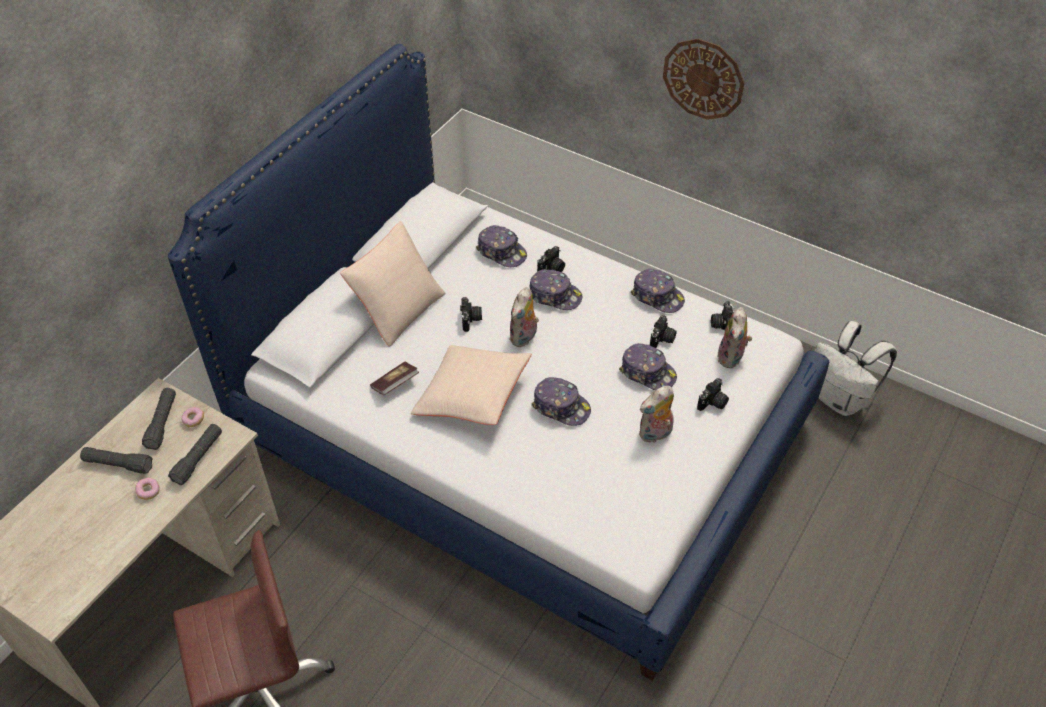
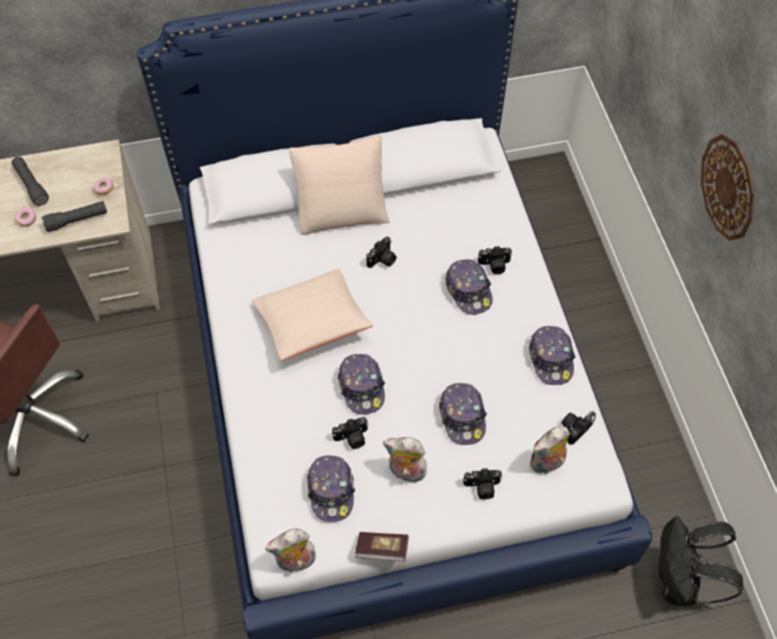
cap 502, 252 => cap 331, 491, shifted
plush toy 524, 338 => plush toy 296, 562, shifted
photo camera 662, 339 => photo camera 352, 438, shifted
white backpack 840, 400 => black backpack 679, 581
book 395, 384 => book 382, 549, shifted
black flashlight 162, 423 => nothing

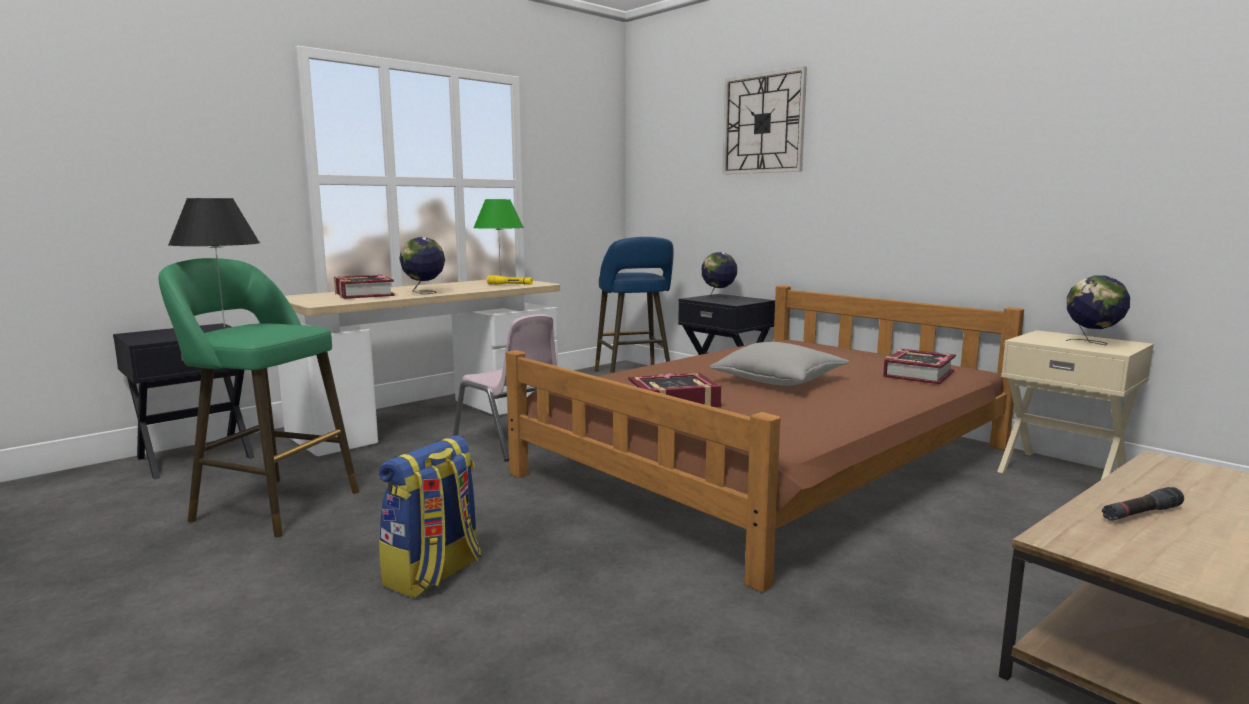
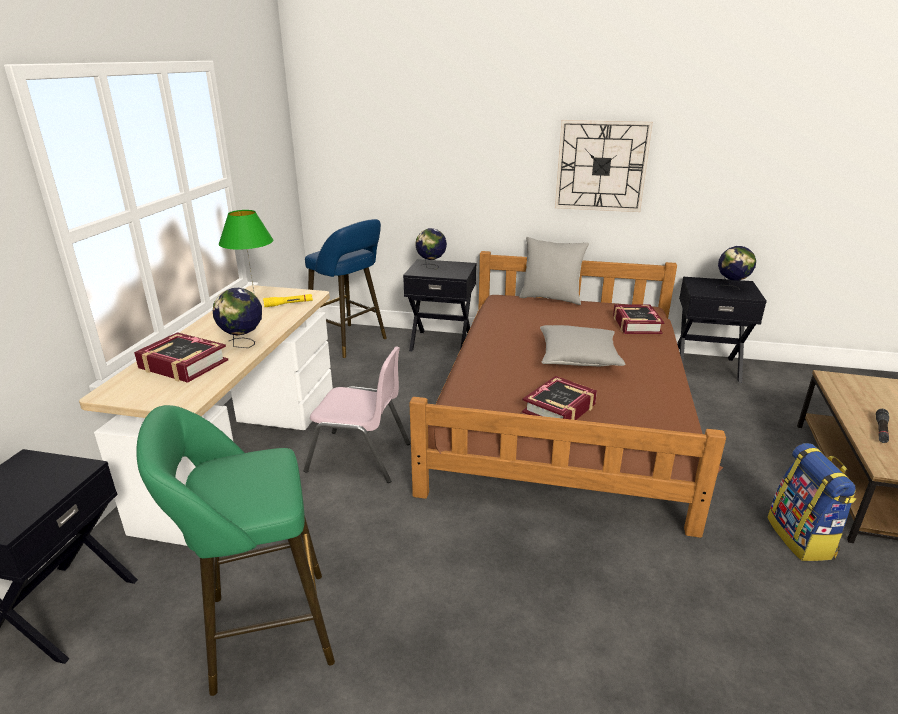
wall clock 763, 123 => wall clock 601, 166, shifted
black table lamp 224, 327 => nothing
beige nightstand 1062, 473 => black nightstand 705, 366
backpack 434, 574 => backpack 801, 538, shifted
nothing => grey pillow 551, 298

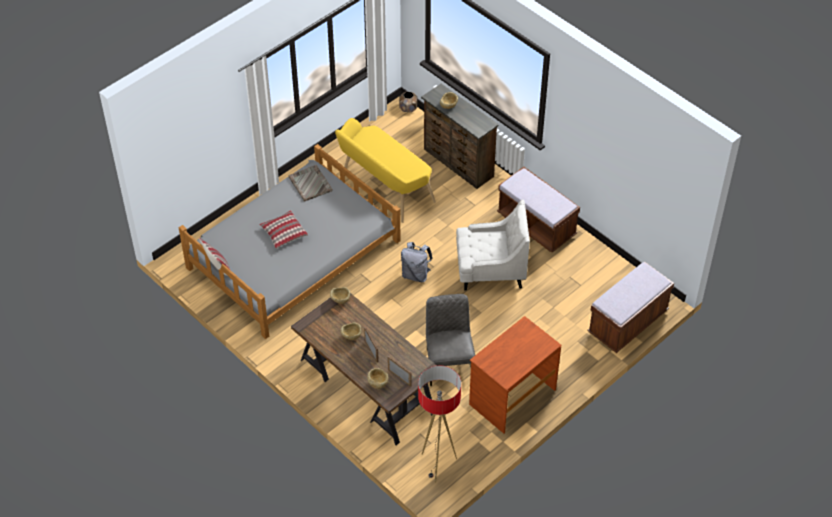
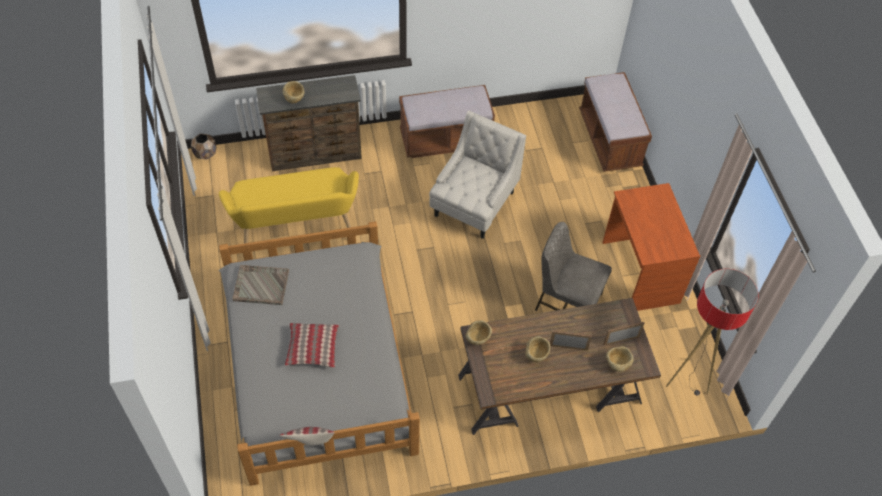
grey backpack 416, 274 => nothing

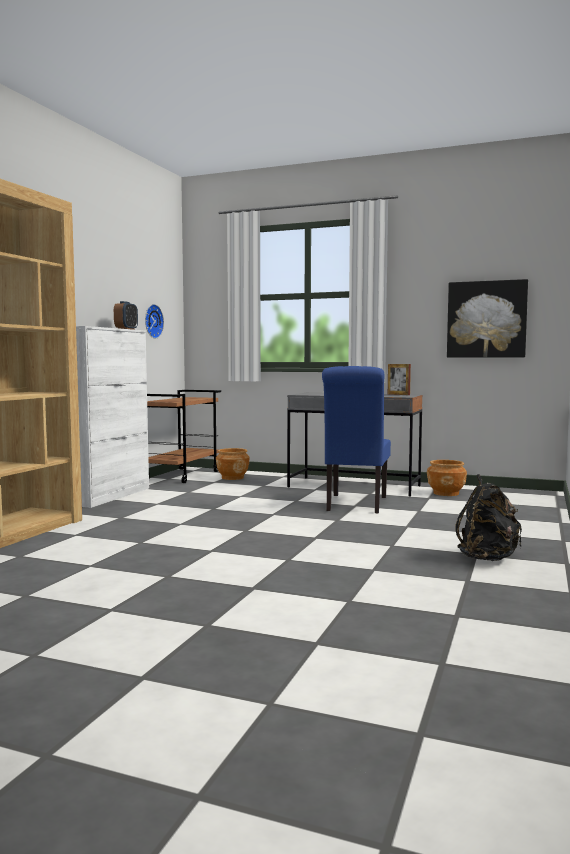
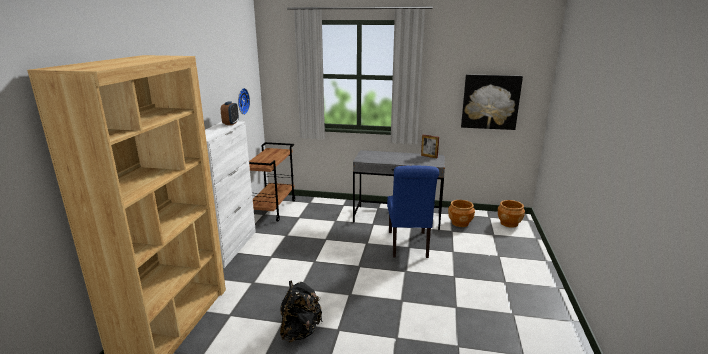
brown planter 232, 477 => brown planter 508, 223, shifted
black backpack 487, 558 => black backpack 300, 331, shifted

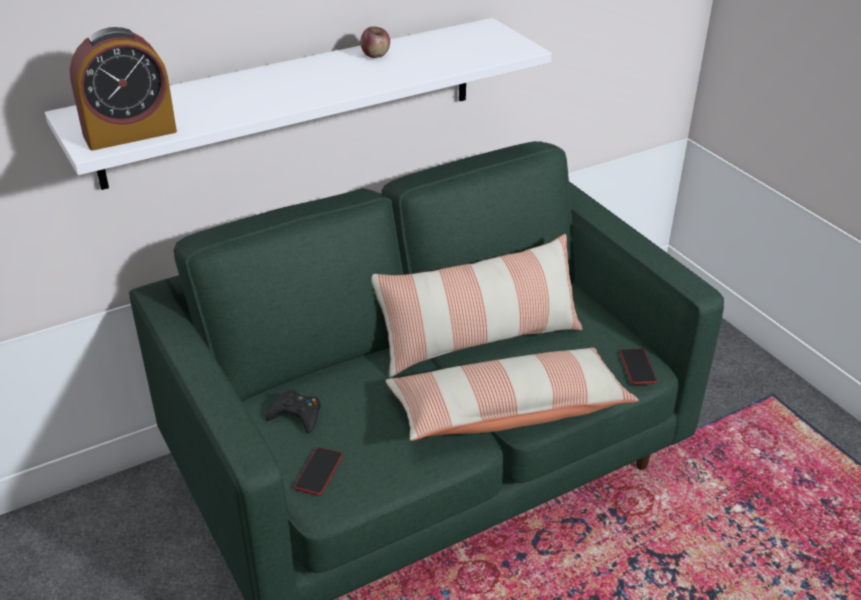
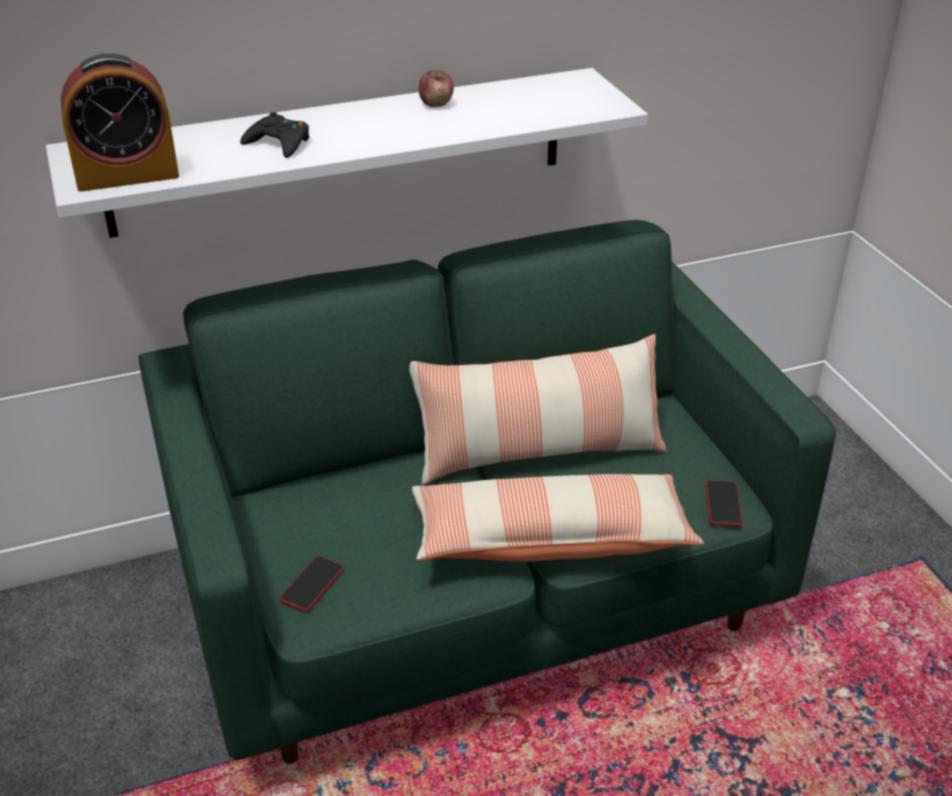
black game controller 296, 415 => black game controller 279, 143, shifted

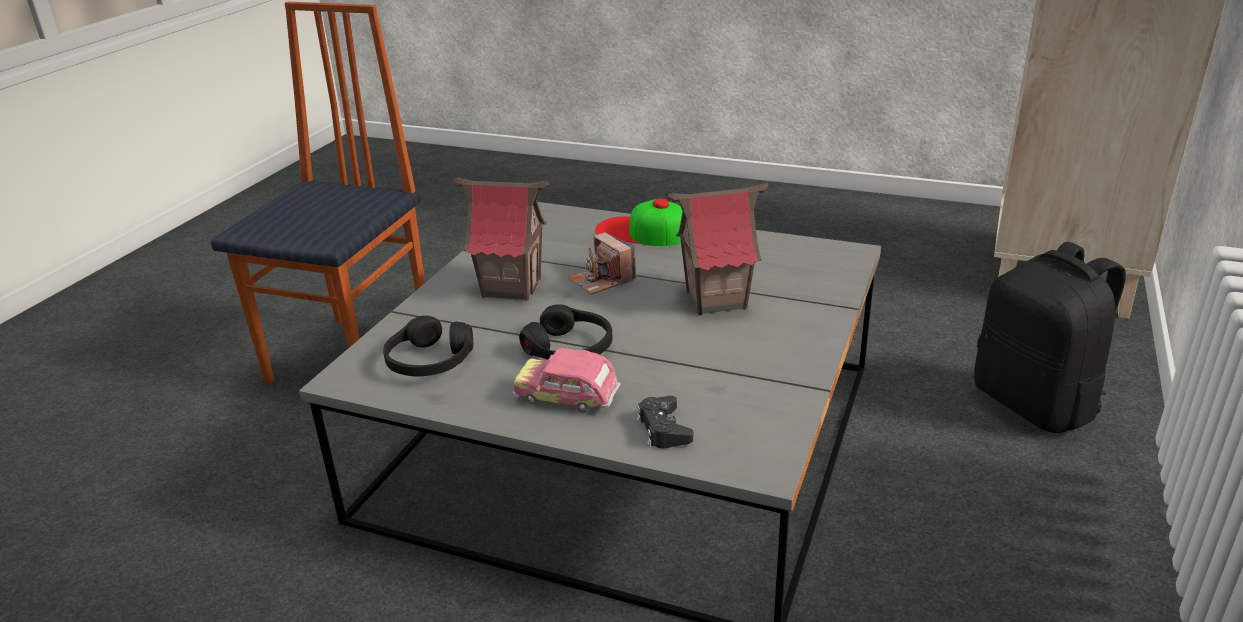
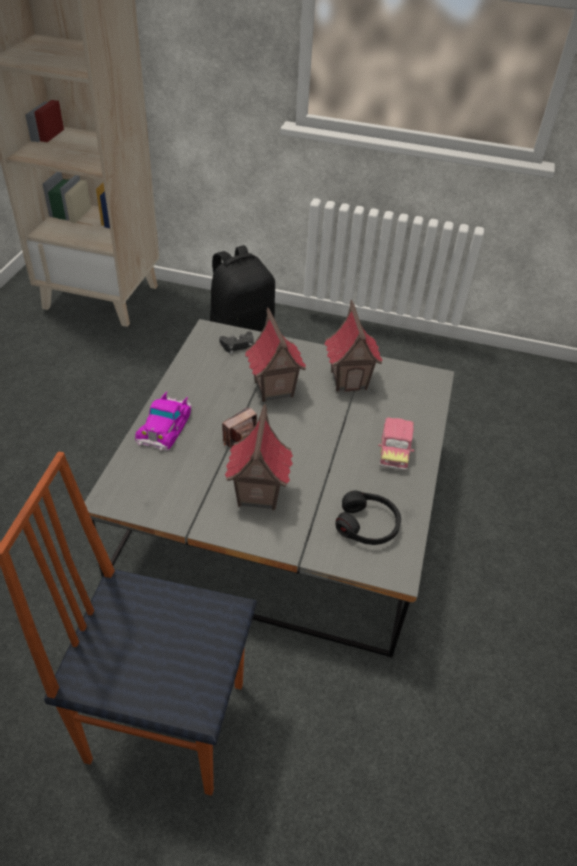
cap 642, 231 => toy car 165, 425
black headphones 570, 348 => nothing
black game controller 663, 429 => black game controller 238, 345, shifted
nothing => toy house 349, 380

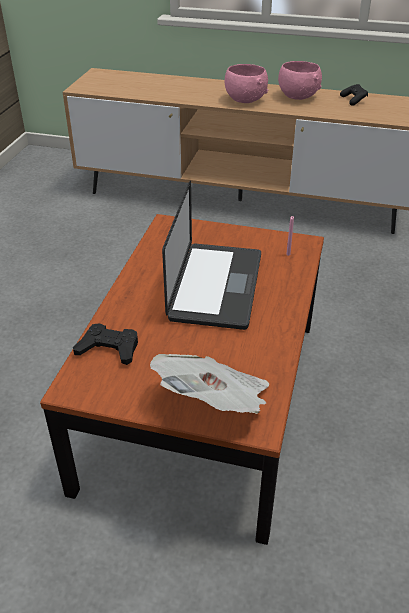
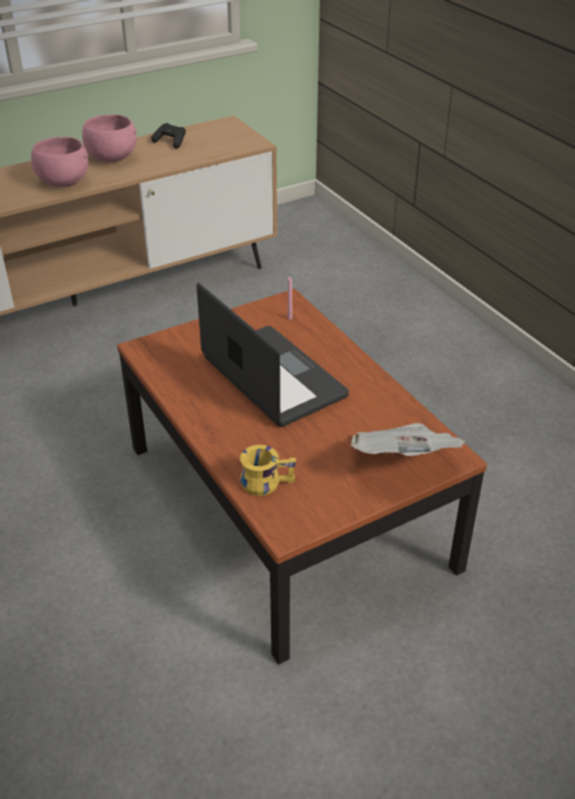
black game controller 109, 348 => yellow mug 266, 480

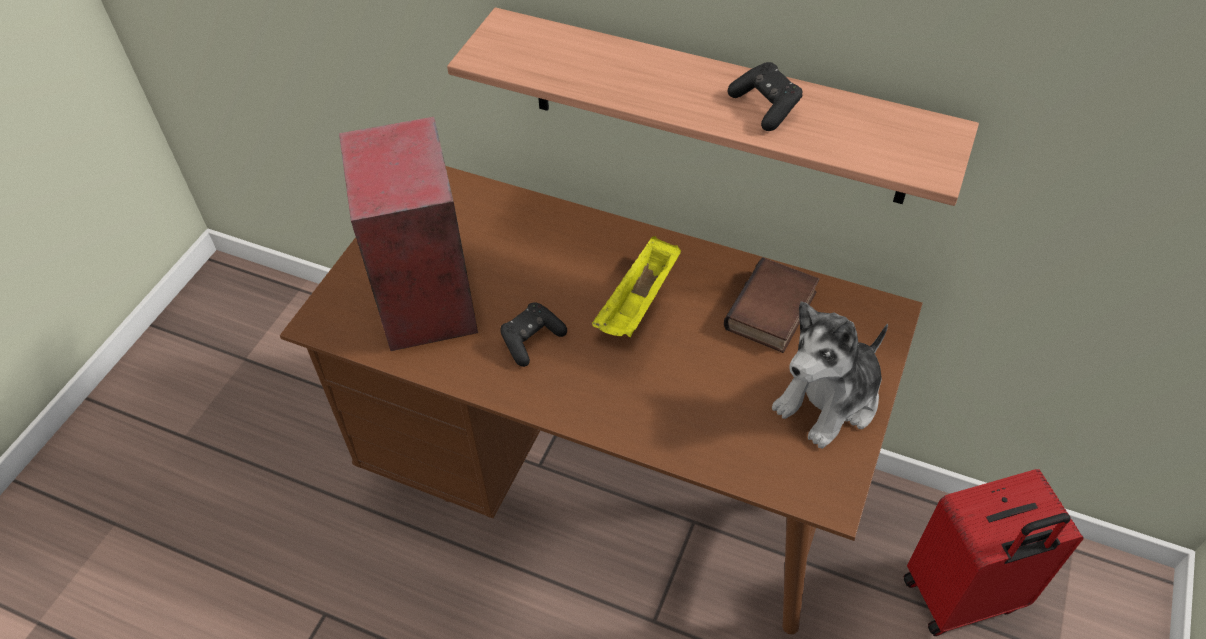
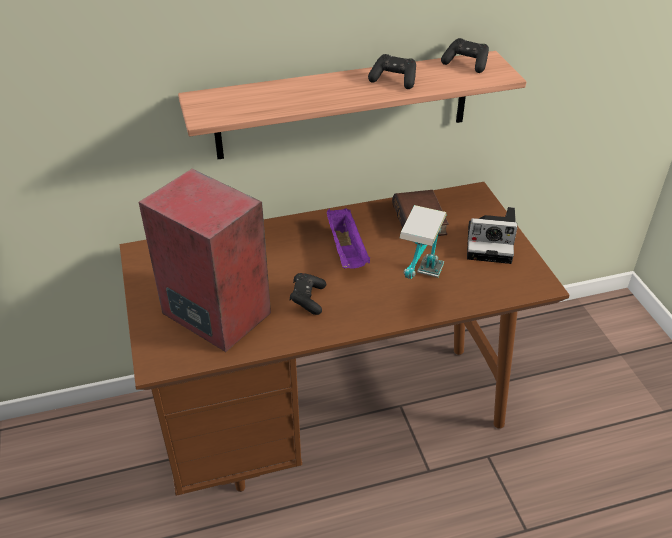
yellow tray 638, 303 => purple tray 347, 251
plush toy 829, 400 => photo camera 492, 244
red suitcase 963, 597 => nothing
nothing => black game controller 466, 64
nothing => table lamp 420, 291

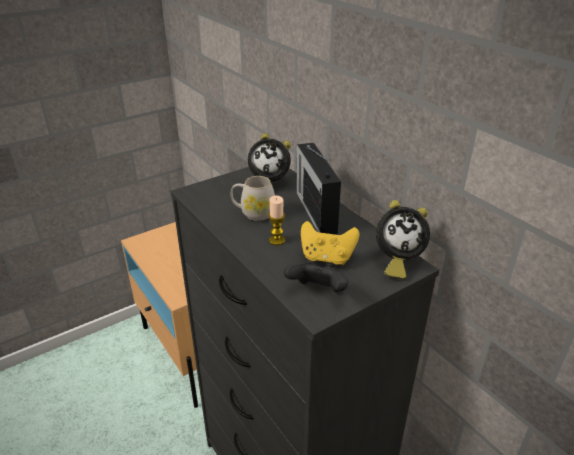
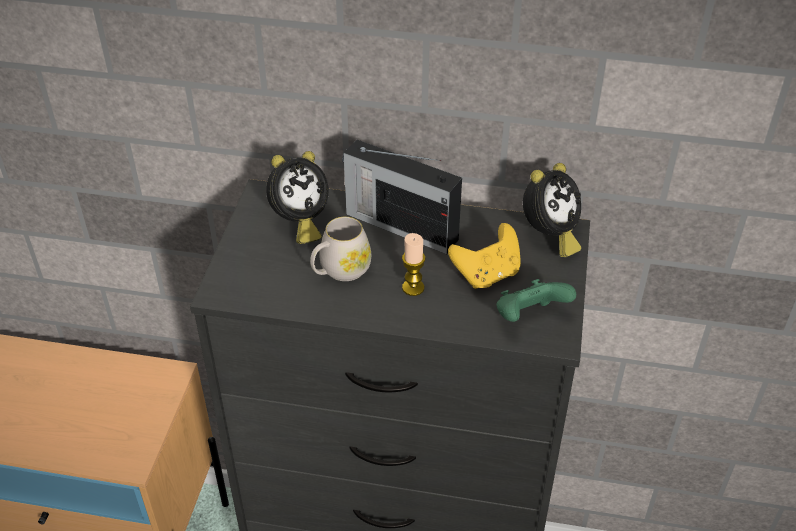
black game controller 317, 292 => green game controller 529, 317

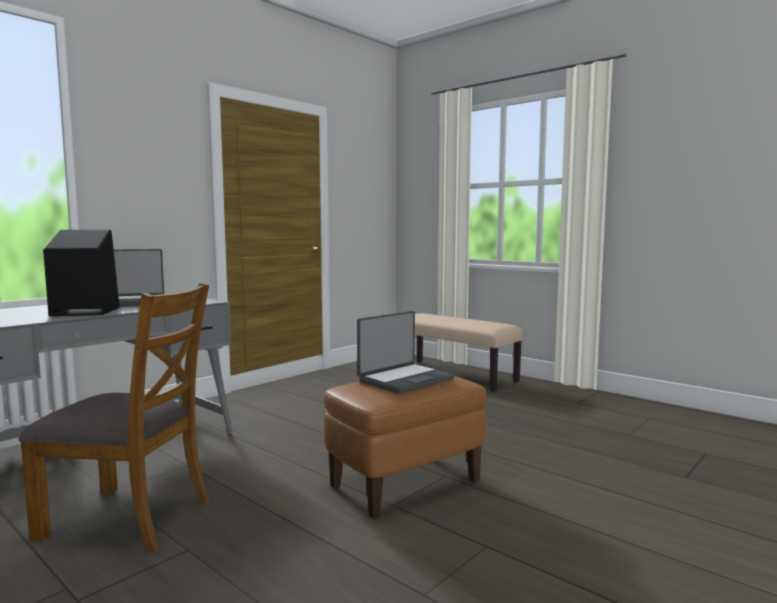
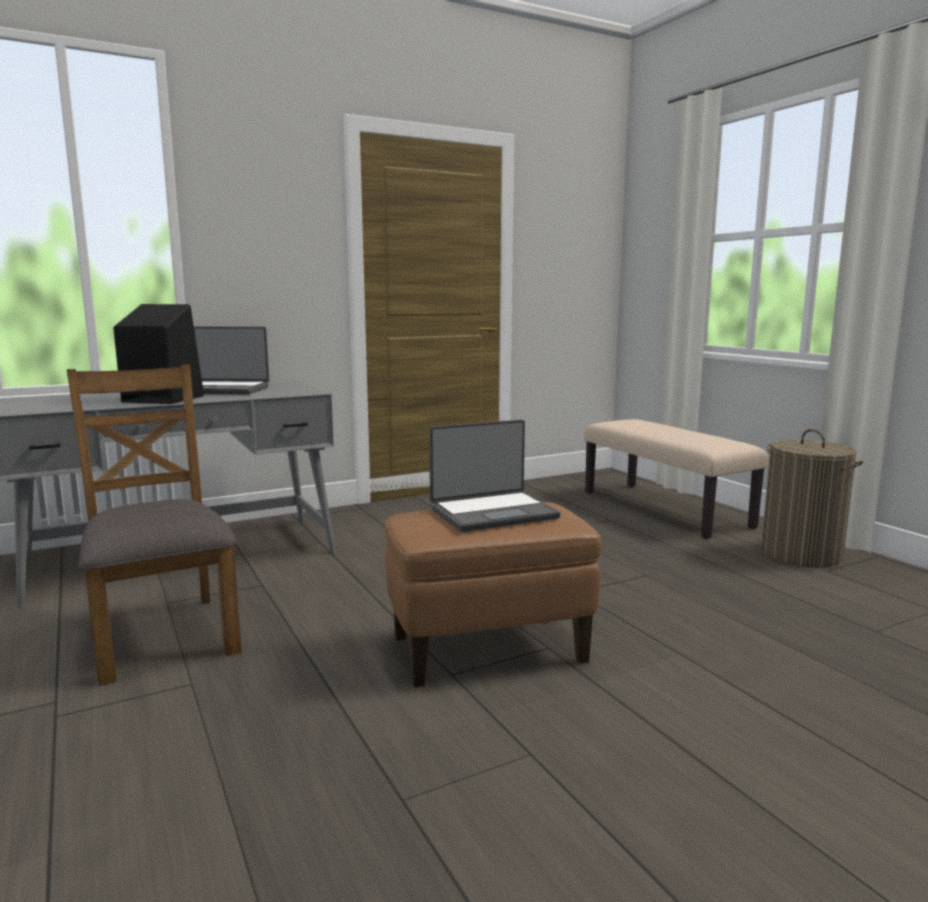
brown chair 129, 518 => brown chair 163, 635, 150 degrees counterclockwise
nothing => laundry basket 801, 554

